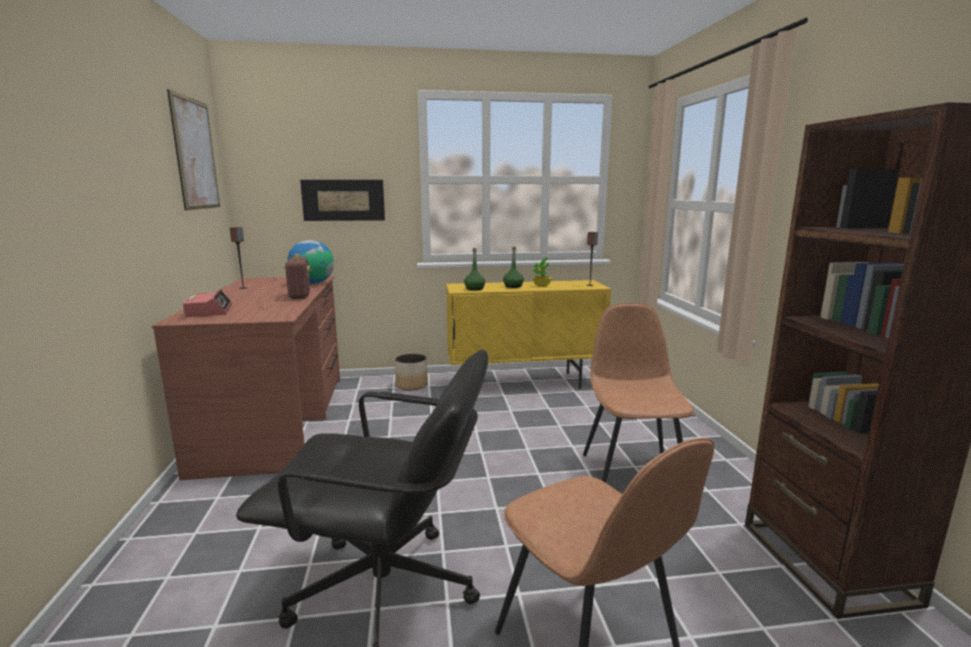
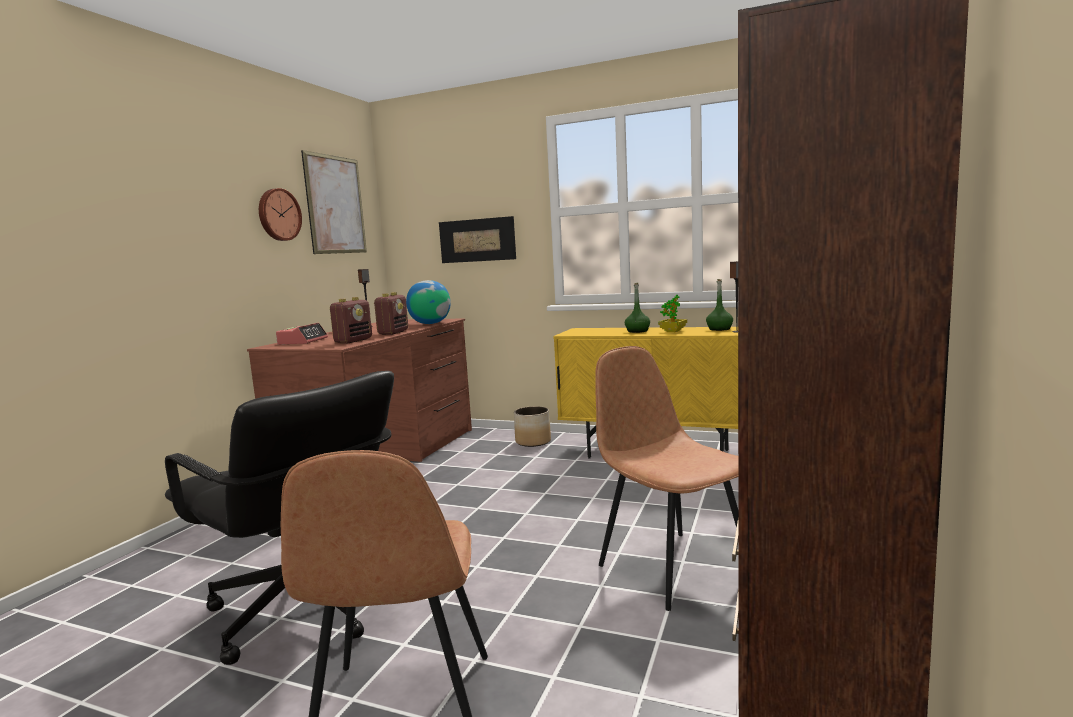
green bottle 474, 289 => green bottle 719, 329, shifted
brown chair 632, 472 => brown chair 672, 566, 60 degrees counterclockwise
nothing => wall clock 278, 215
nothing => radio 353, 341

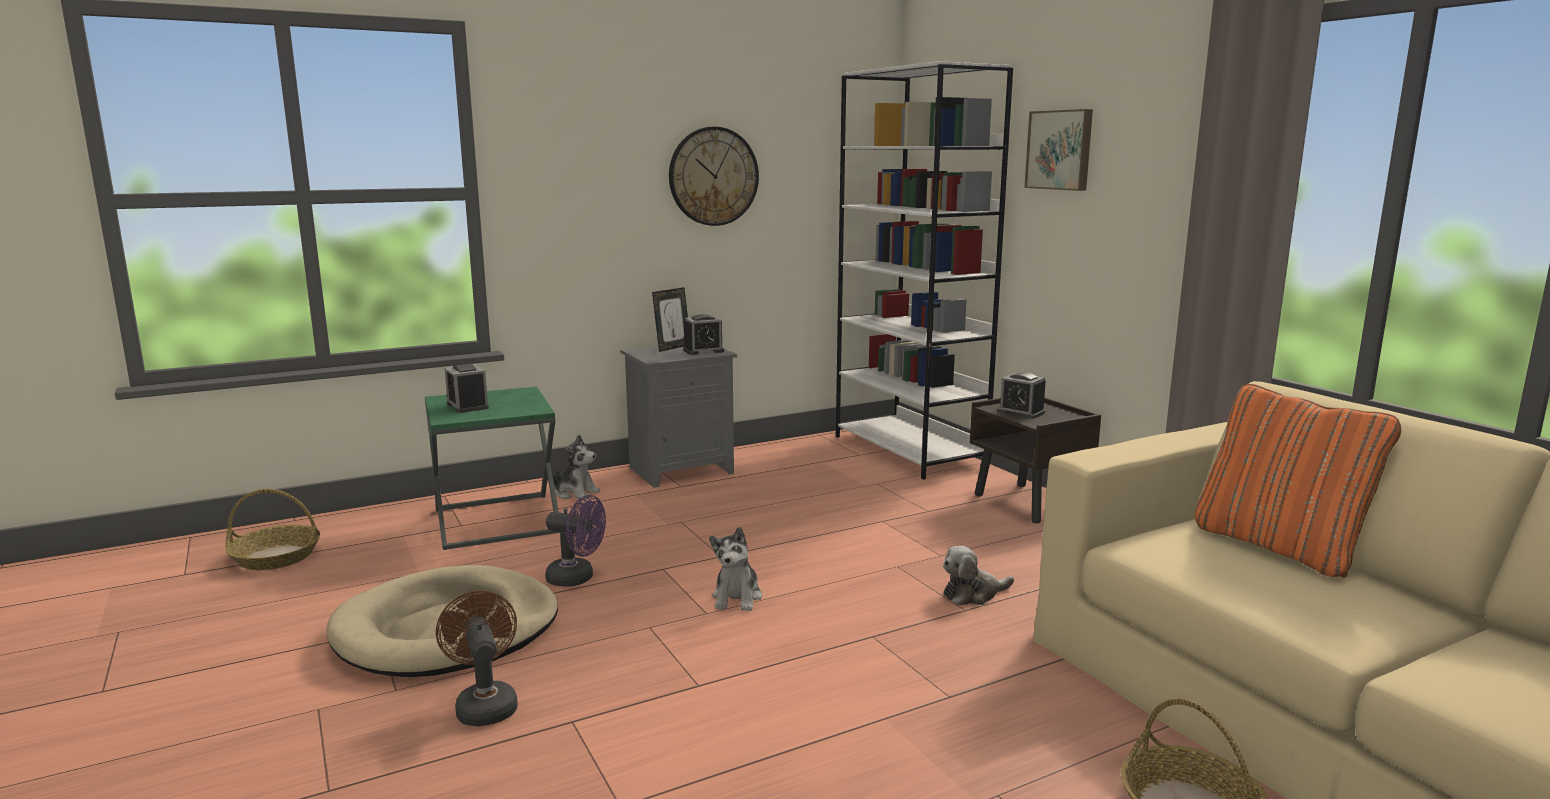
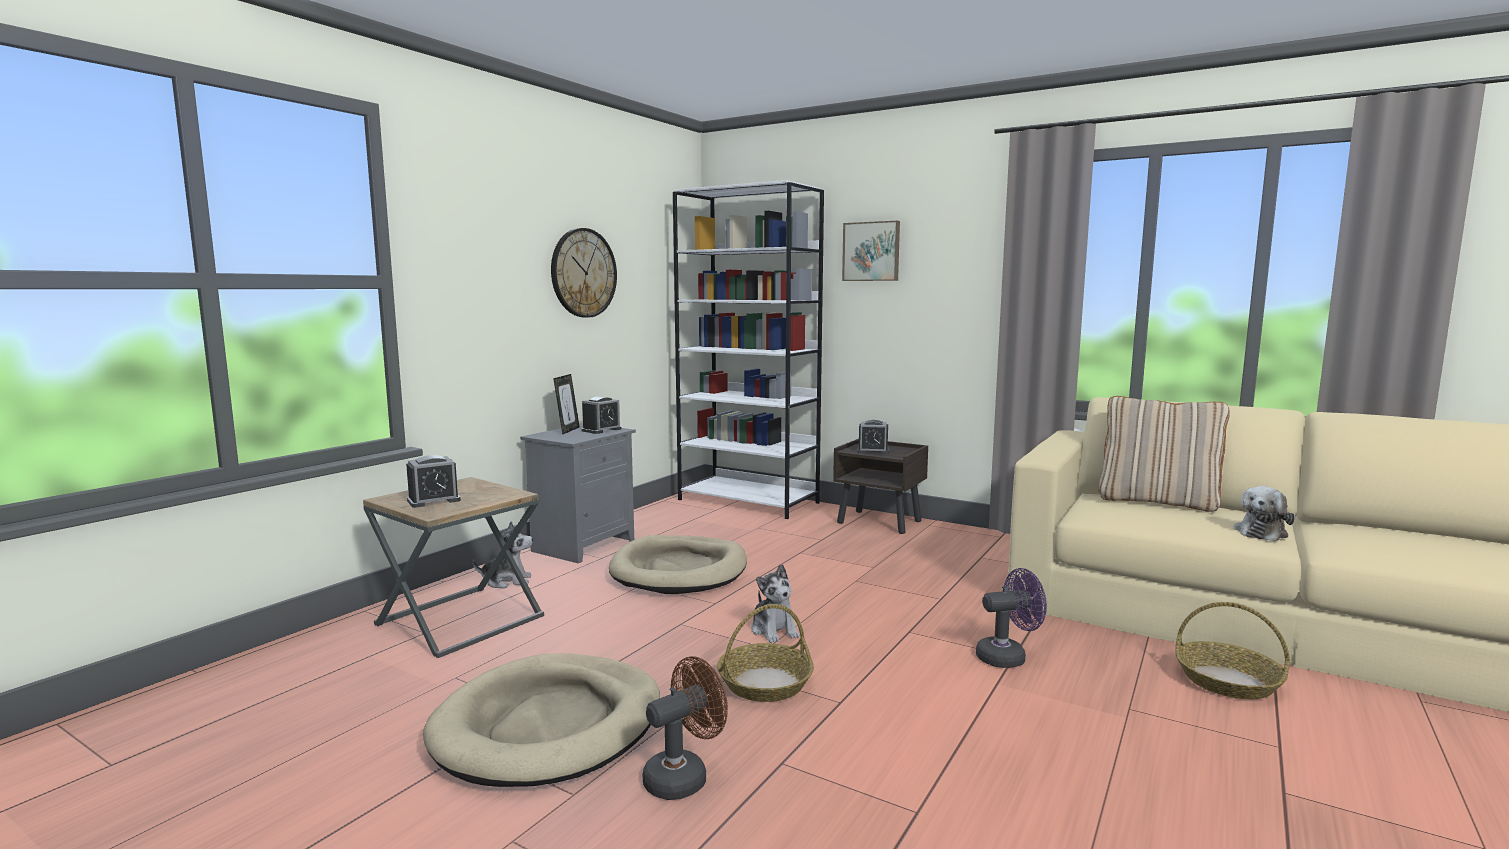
alarm clock 467, 406 => alarm clock 433, 500, 60 degrees counterclockwise
orange pillow 1279, 546 => beige pillow 1157, 501
green side table 497, 521 => brown side table 460, 621
basket 276, 557 => basket 765, 683, shifted
purple fan 577, 578 => purple fan 1008, 657, shifted
plush toy 973, 594 => plush toy 1261, 532, shifted
brown fan 485, 704 => brown fan 684, 776, 105 degrees clockwise
nothing => beige dog bed 679, 570

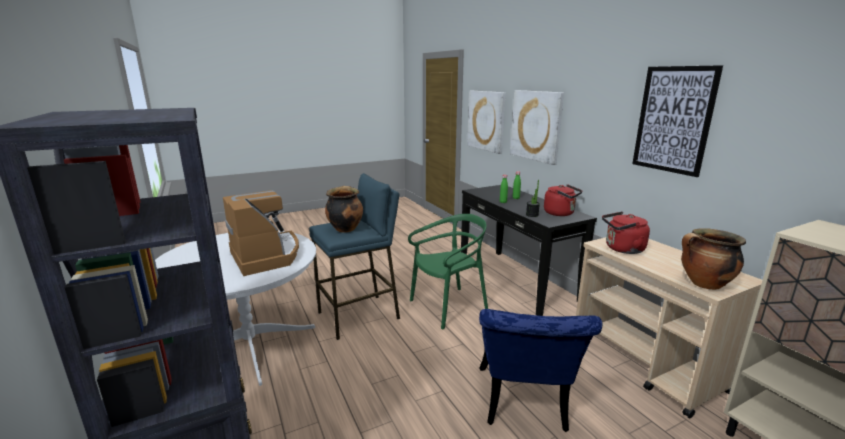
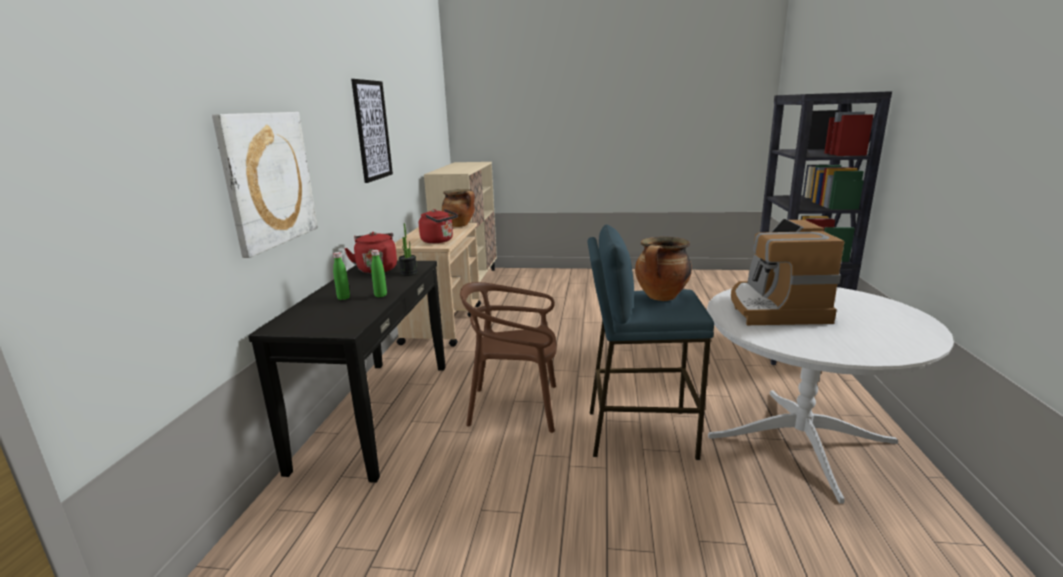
picture 486, 121 => nothing
green chair 448, 306 => brown chair 515, 407
blue chair 523, 405 => nothing

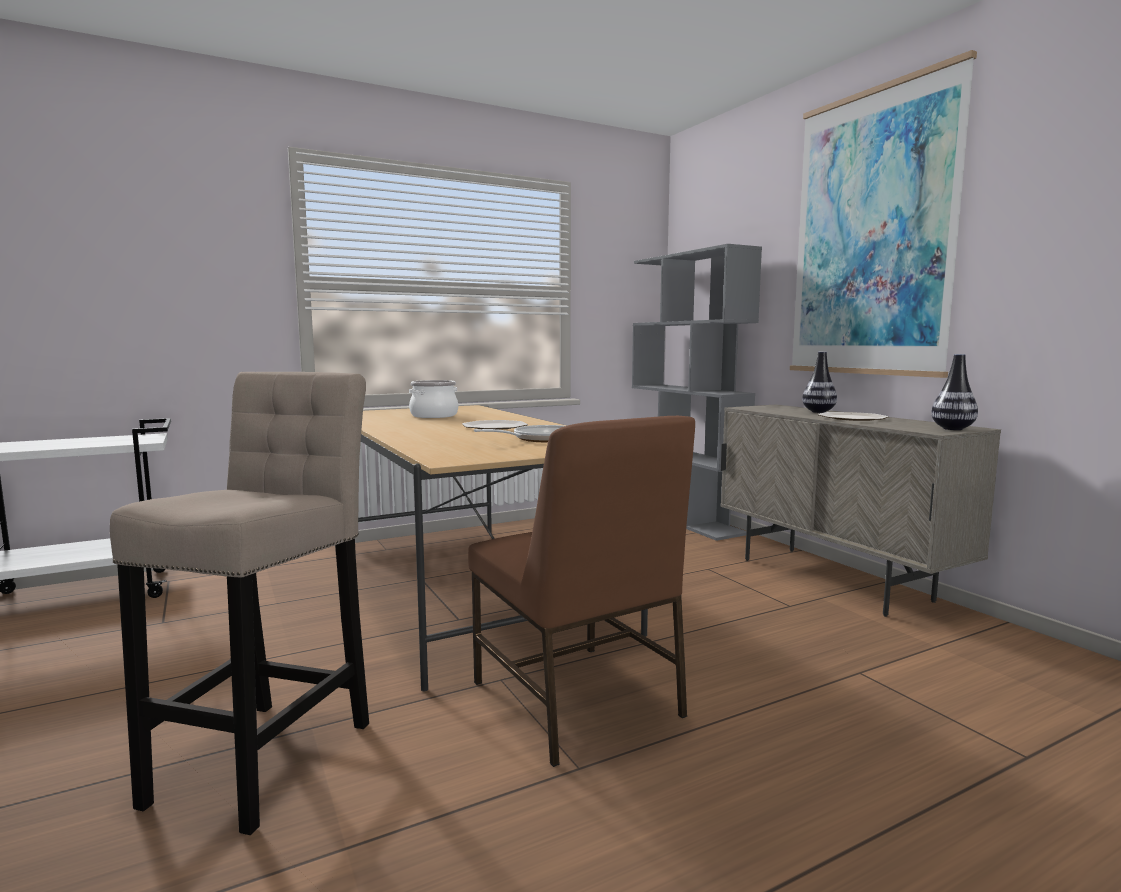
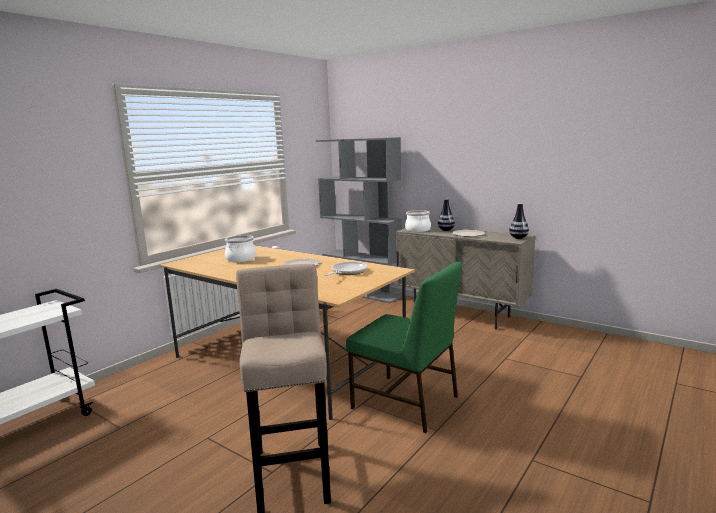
picture 871, 234 => nothing
brown chair 576, 701 => green chair 406, 403
nothing => cooking pot 418, 230

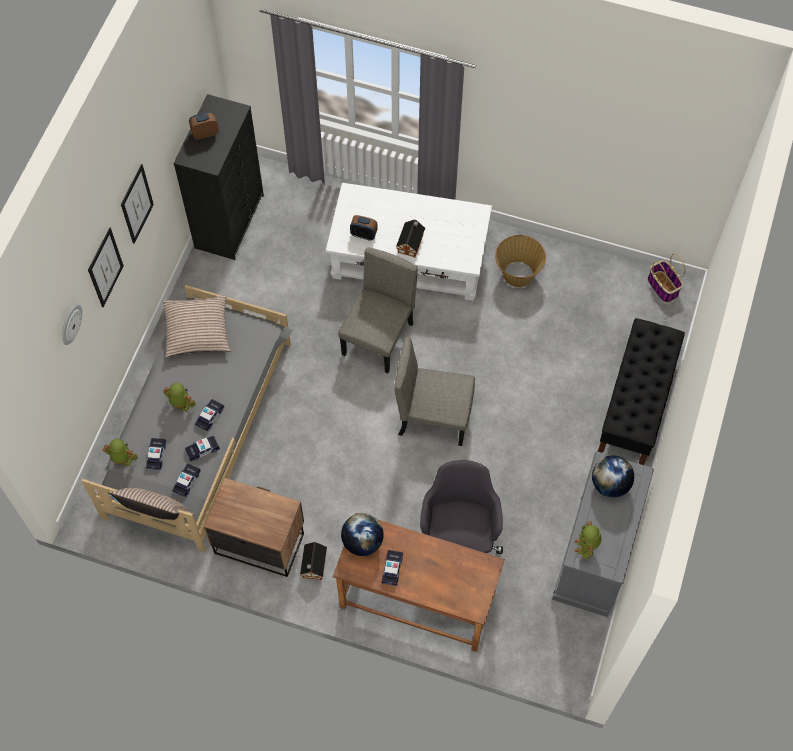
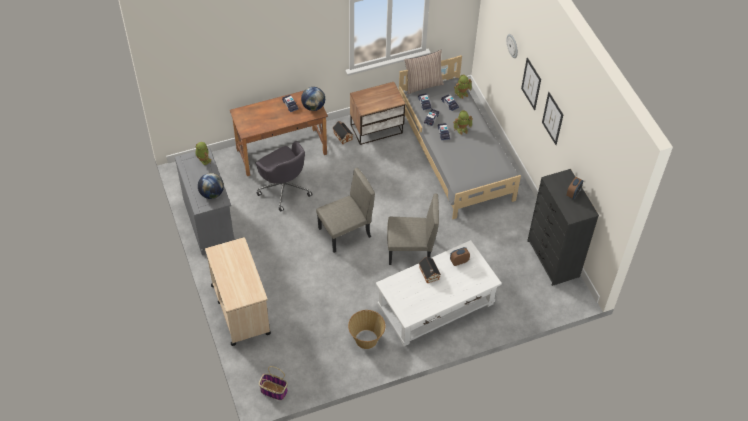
beige chair 378, 339 => beige chair 410, 251, 75 degrees counterclockwise
pillow 197, 330 => nothing
black bench 635, 405 => beige cart 240, 309

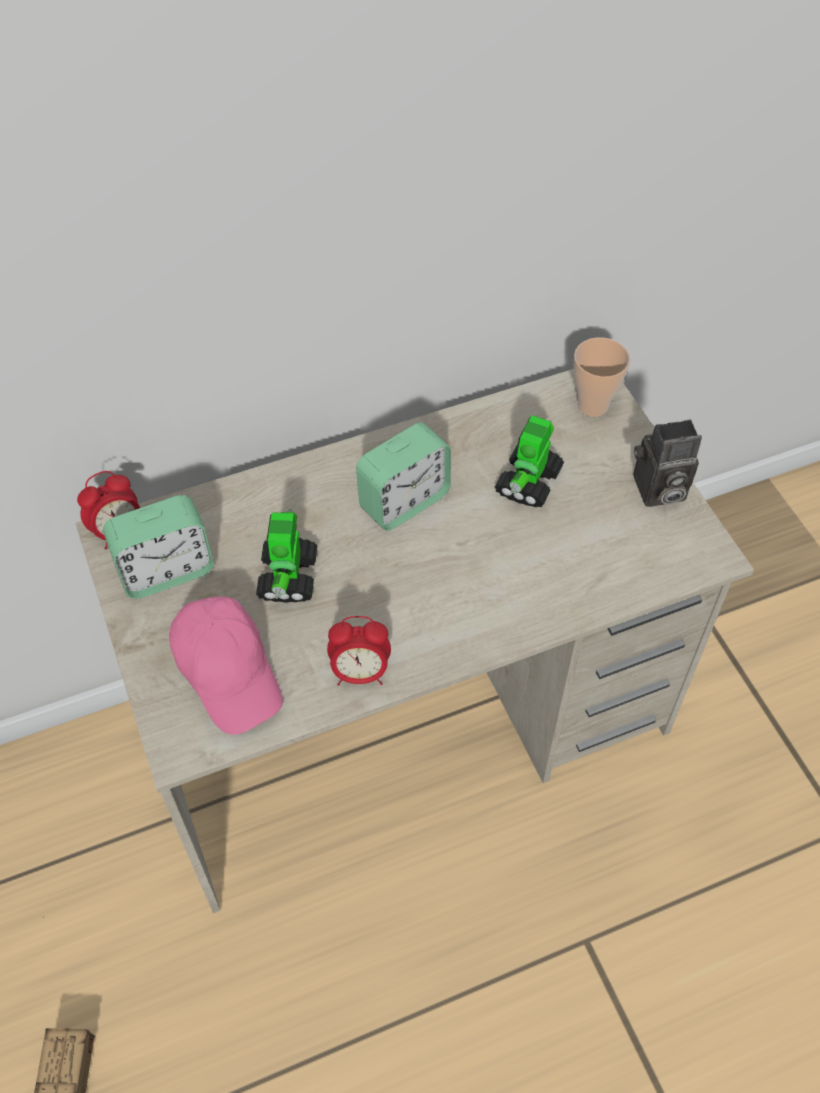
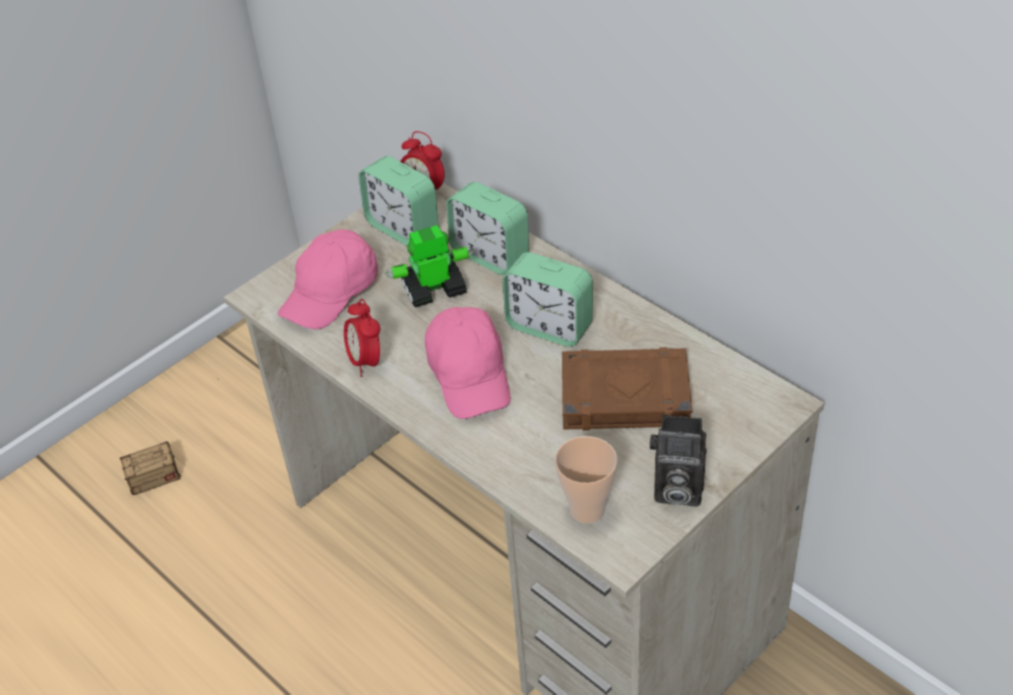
cup 592, 405 => cup 587, 509, shifted
toy robot 528, 482 => brown book 623, 396
photo camera 657, 491 => photo camera 675, 490, 45 degrees counterclockwise
nothing => alarm clock 490, 255
nothing => pink cap 470, 375

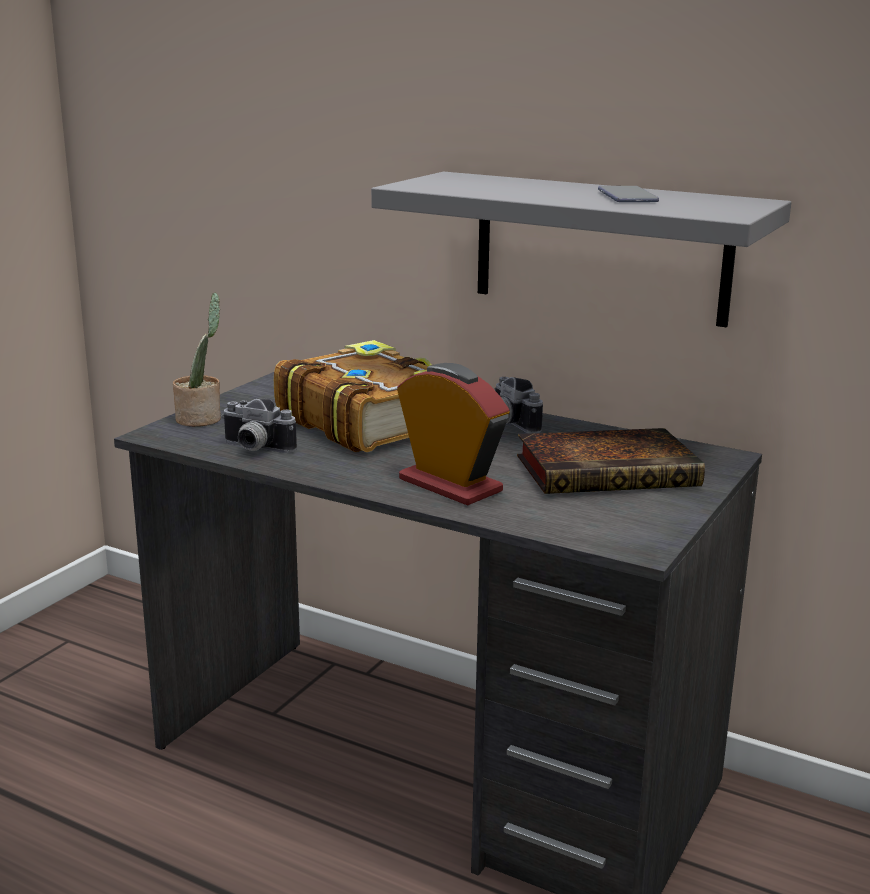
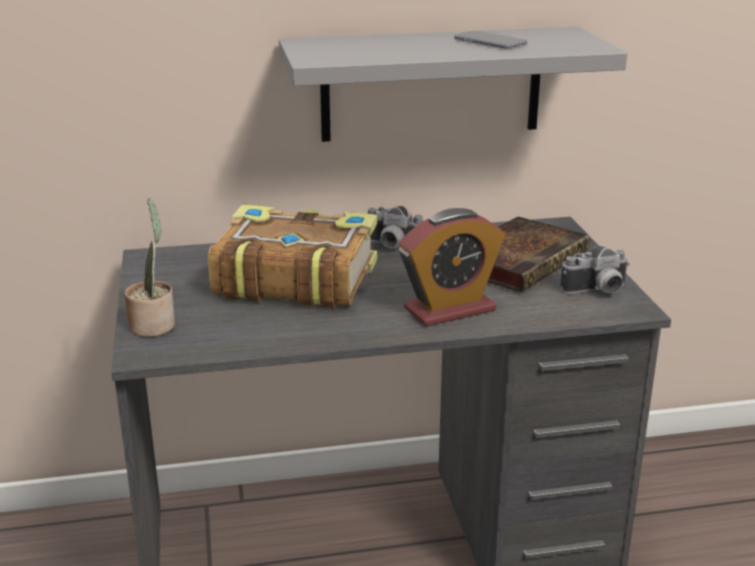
alarm clock 450, 485 => alarm clock 450, 309, 150 degrees clockwise
photo camera 254, 449 => photo camera 597, 291, shifted

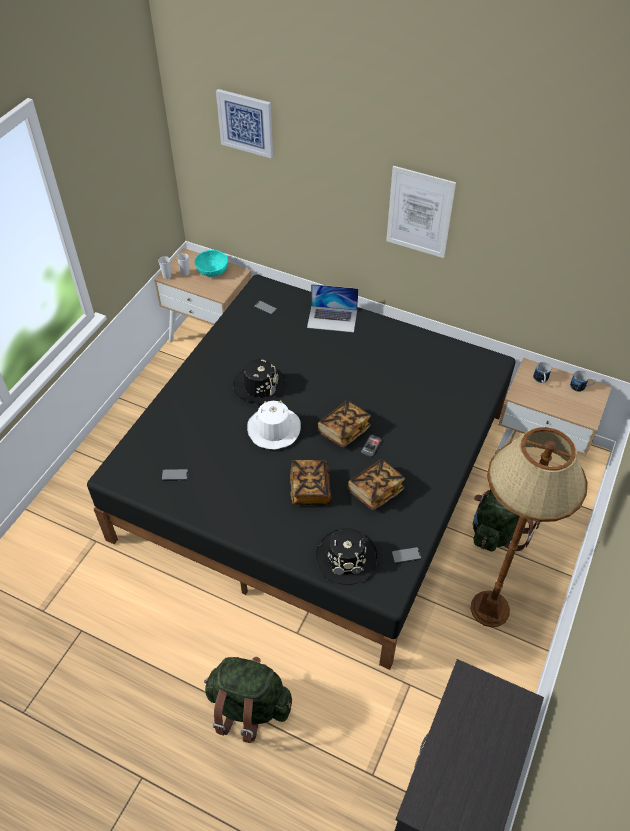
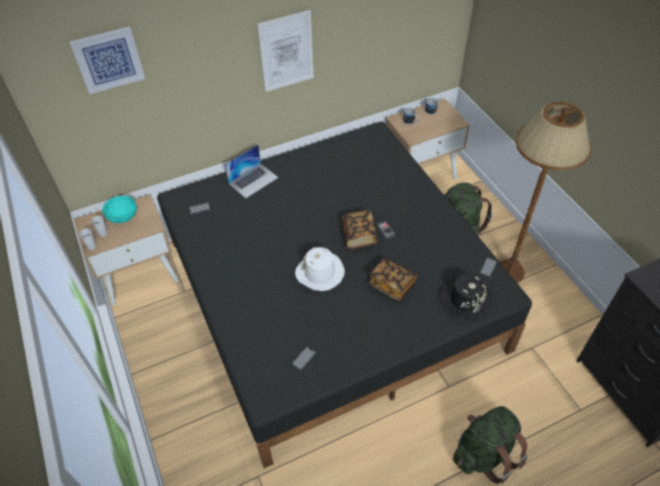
black hat 259, 386 => nothing
book 375, 490 => nothing

